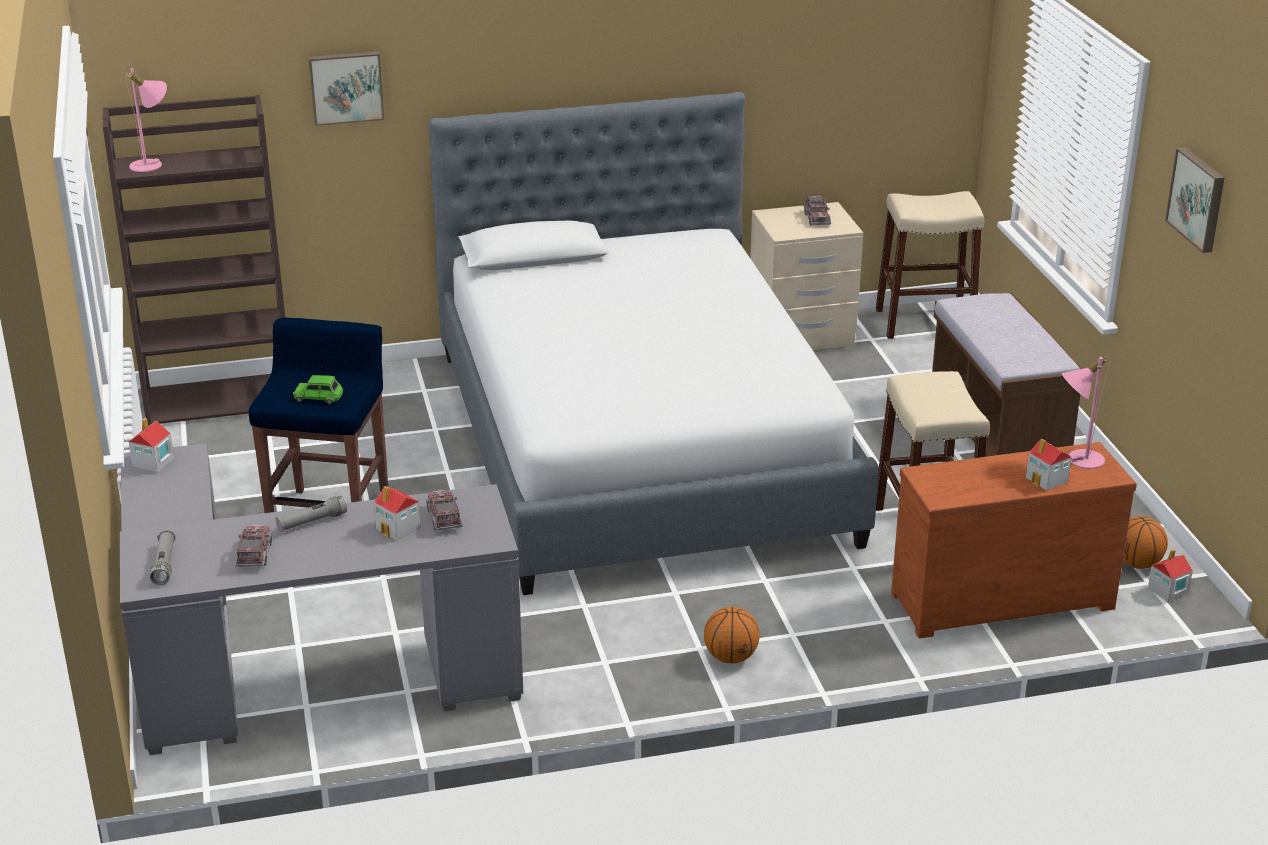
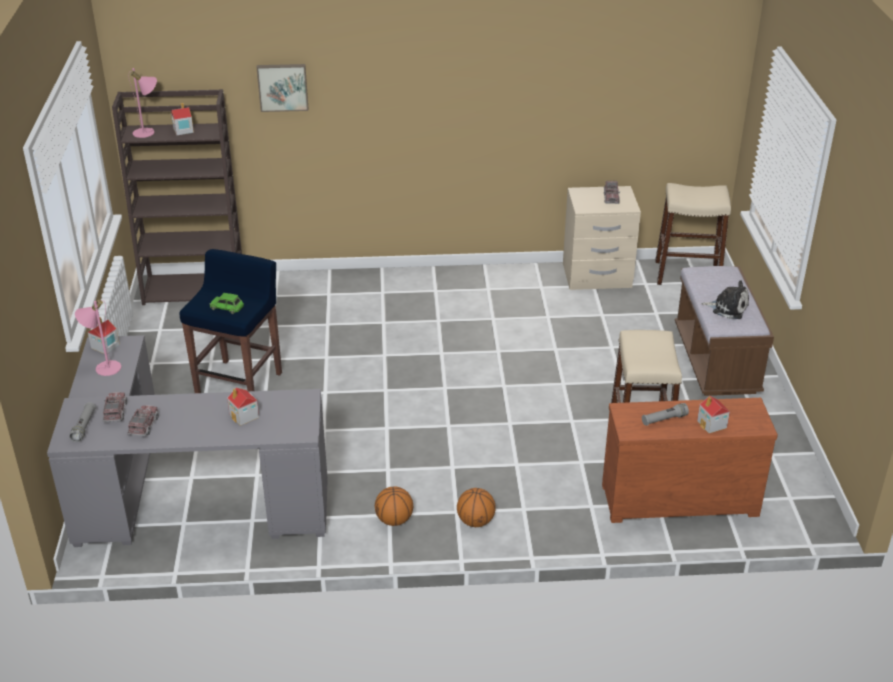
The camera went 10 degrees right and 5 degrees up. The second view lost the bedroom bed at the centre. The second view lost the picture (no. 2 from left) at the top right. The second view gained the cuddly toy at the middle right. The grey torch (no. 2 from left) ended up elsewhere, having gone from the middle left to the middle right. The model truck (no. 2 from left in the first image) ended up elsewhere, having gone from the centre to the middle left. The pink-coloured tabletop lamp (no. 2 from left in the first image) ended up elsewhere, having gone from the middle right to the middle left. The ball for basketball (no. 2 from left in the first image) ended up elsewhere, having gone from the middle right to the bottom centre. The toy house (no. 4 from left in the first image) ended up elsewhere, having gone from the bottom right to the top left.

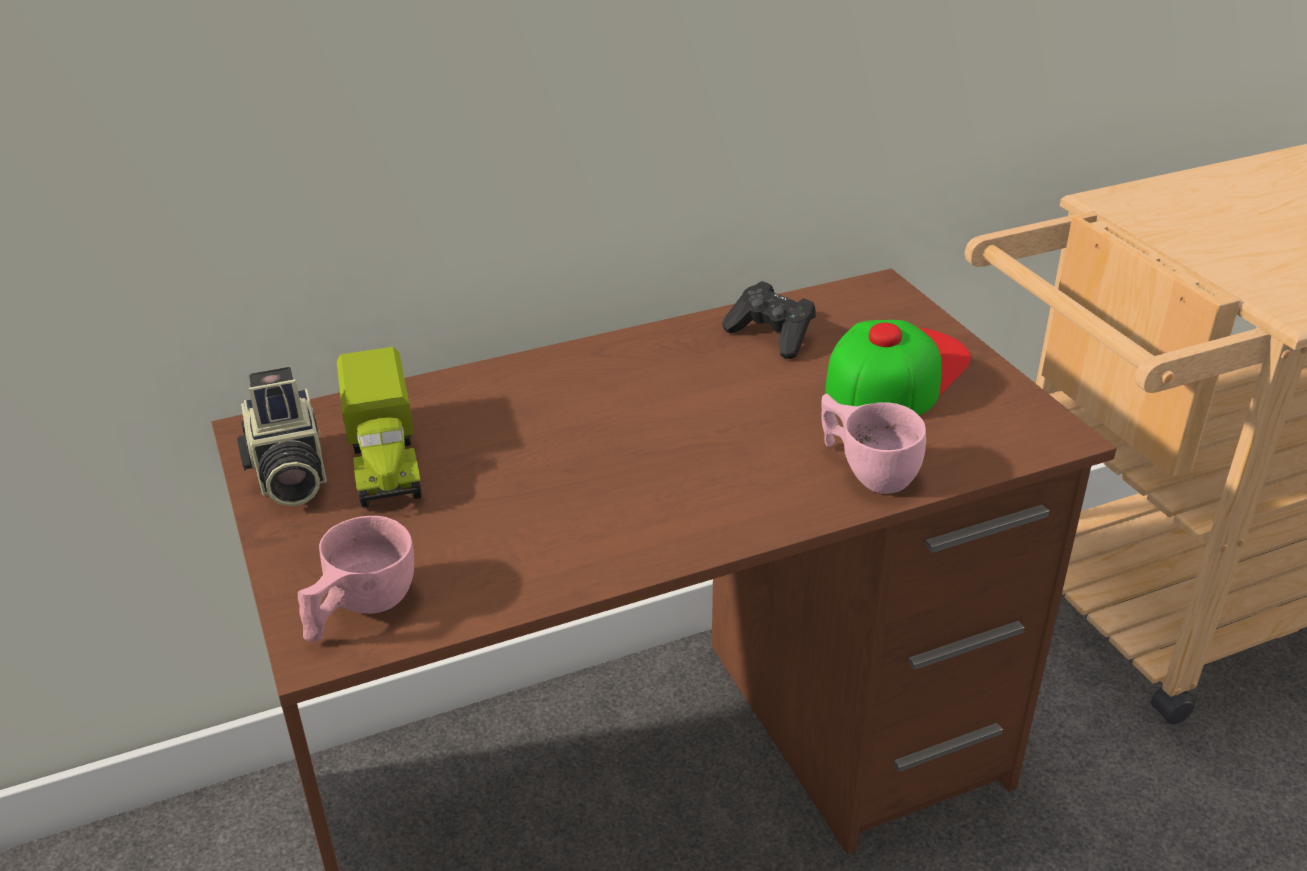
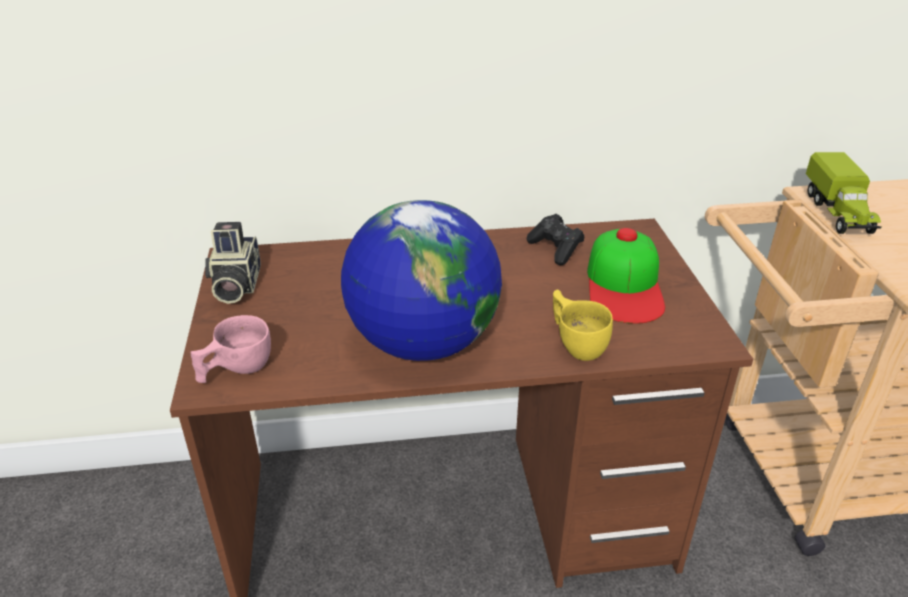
The camera went 15 degrees right and 0 degrees up. The second view gained the globe at the centre. The model truck ended up elsewhere, having gone from the middle left to the top right. What was the pink-coloured cup (no. 2 from left) at the middle right turned into the yellow cup at the centre. The cap at the middle right ended up facing another way, 135 degrees clockwise from before.

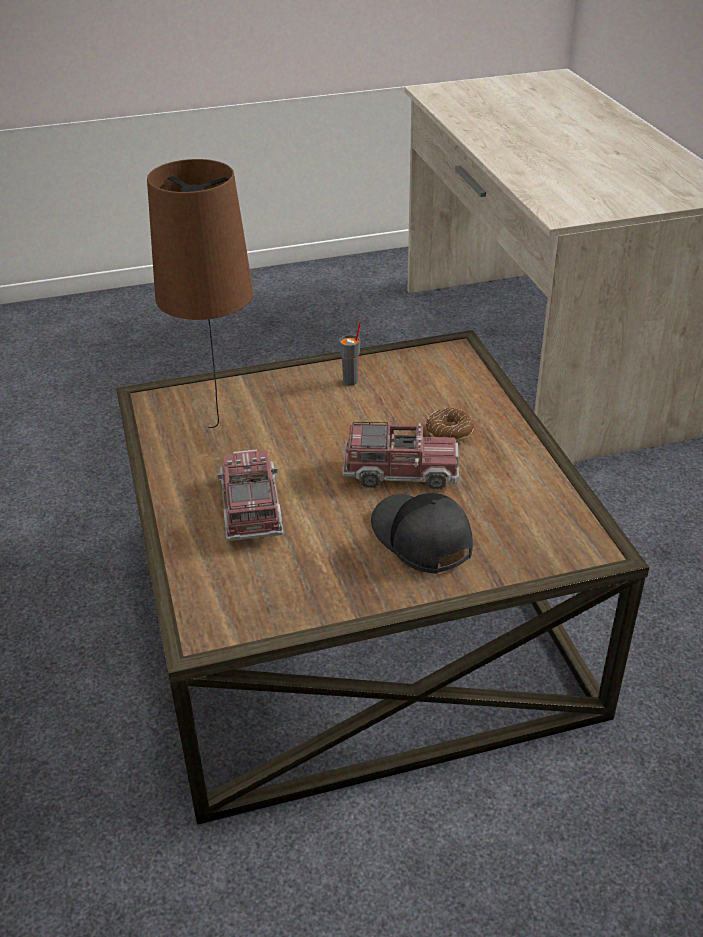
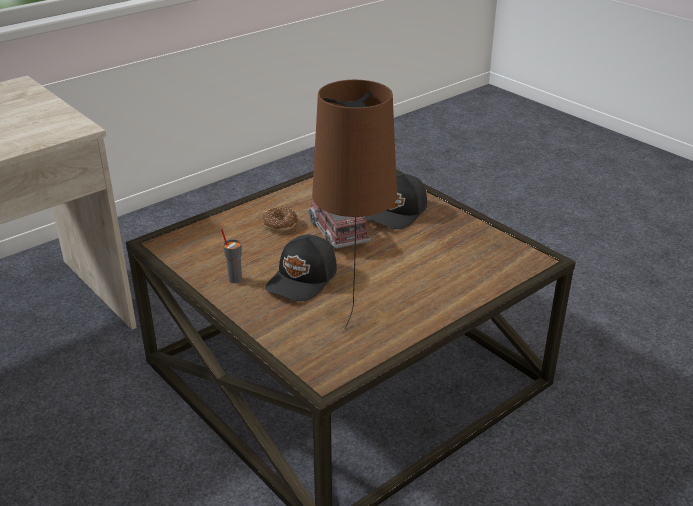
The camera went 115 degrees left and 5 degrees down. The second view lost the model truck (no. 1 from left) at the centre. The second view gained the blackish cap (no. 1 from left) at the centre.

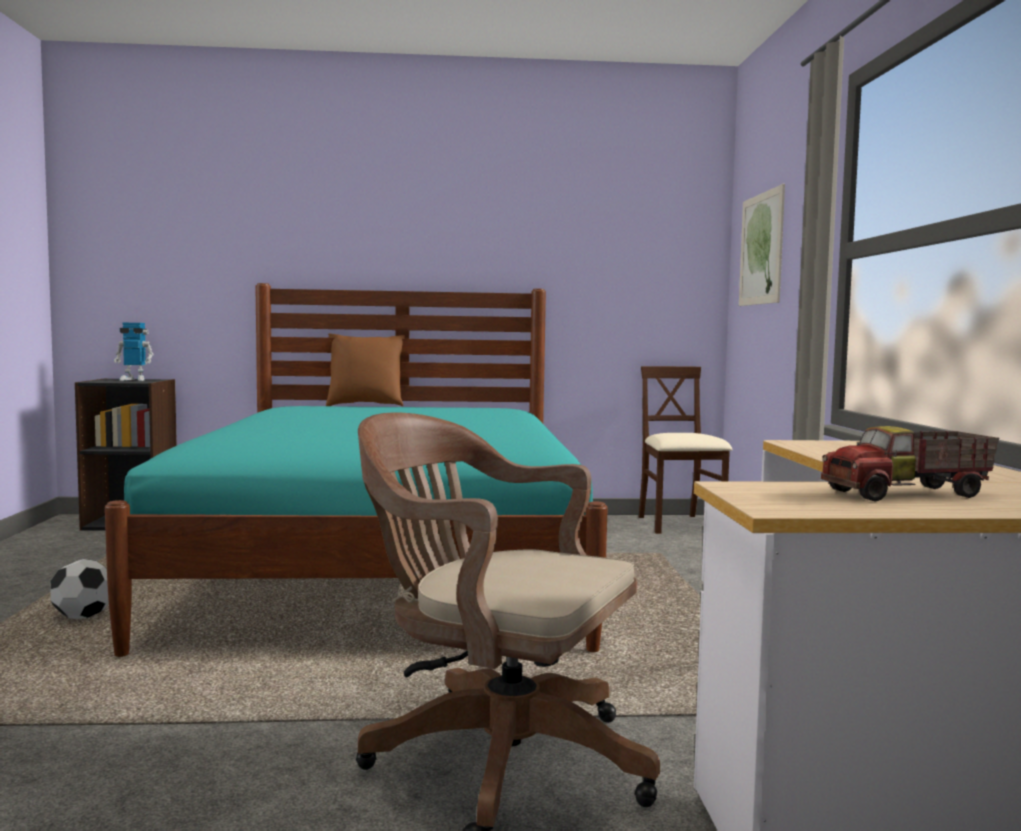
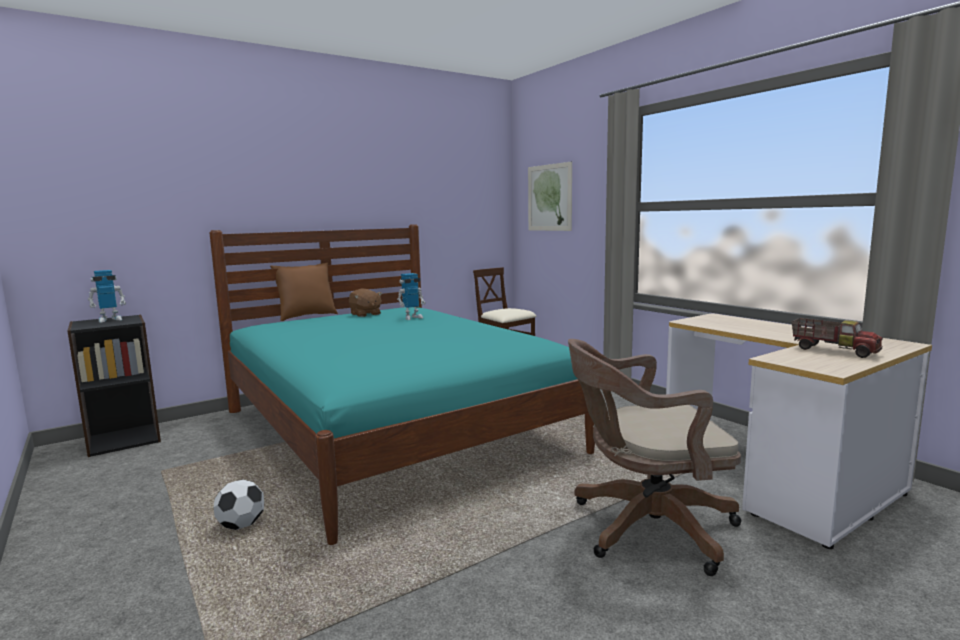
The camera went 30 degrees left and 5 degrees up. The second view gained the brown-coloured cuddly toy at the centre. The second view gained the robot figure (no. 2 from left) at the centre. The model truck at the middle right ended up facing another way, 90 degrees counterclockwise from before.

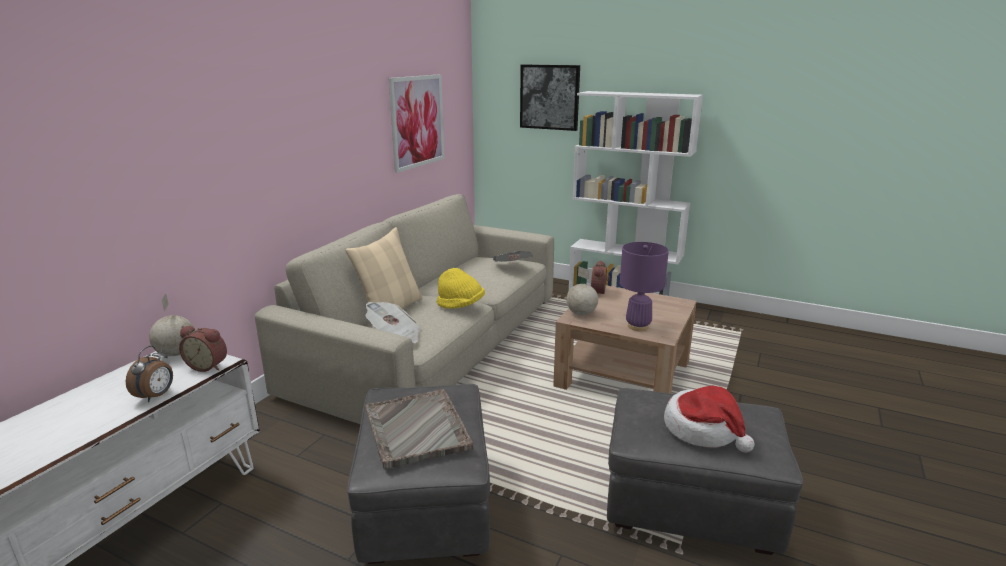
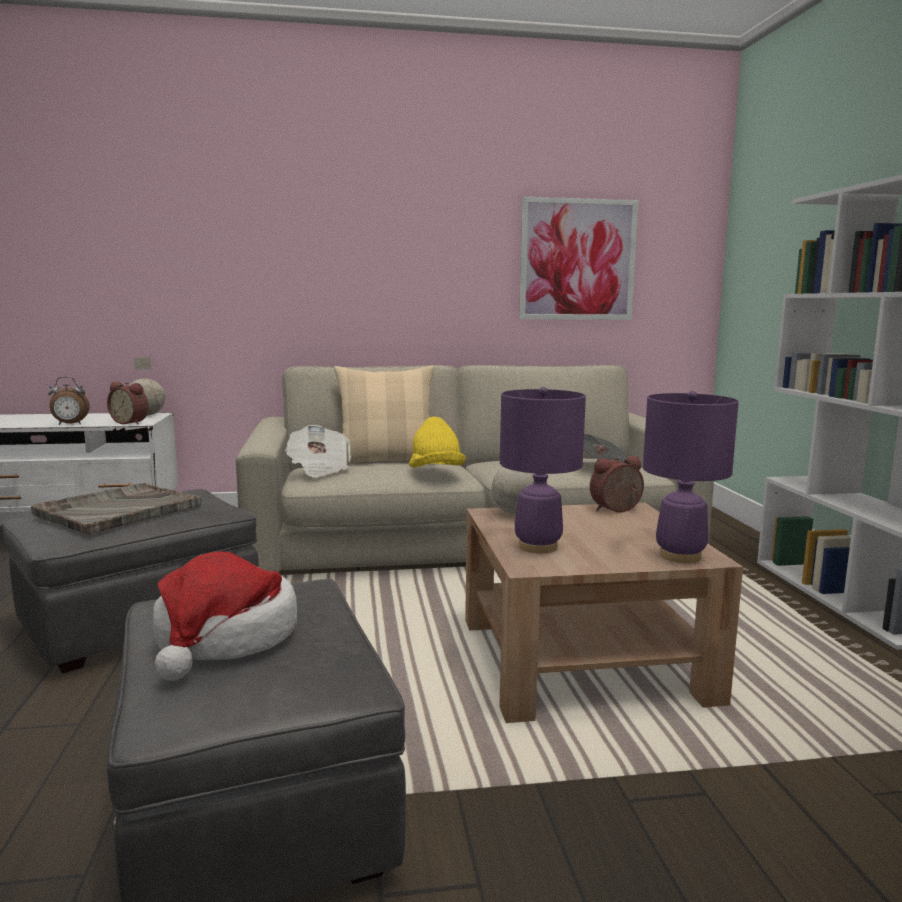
The camera went 55 degrees right and 10 degrees down. The second view lost the picture (no. 2 from left) at the top centre. The second view gained the purple tabletop lamp (no. 2 from left) at the middle right. The bedside clock (no. 2 from left) at the middle left ended up facing another way, 45 degrees counterclockwise from before.

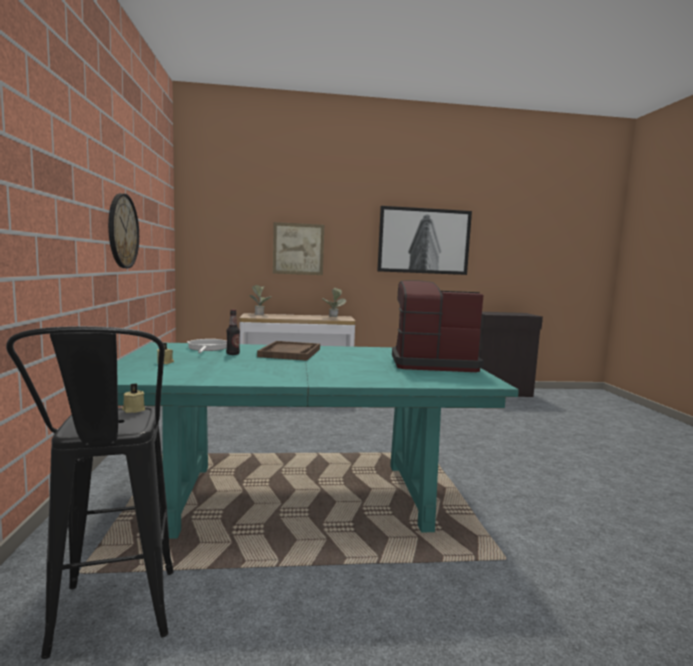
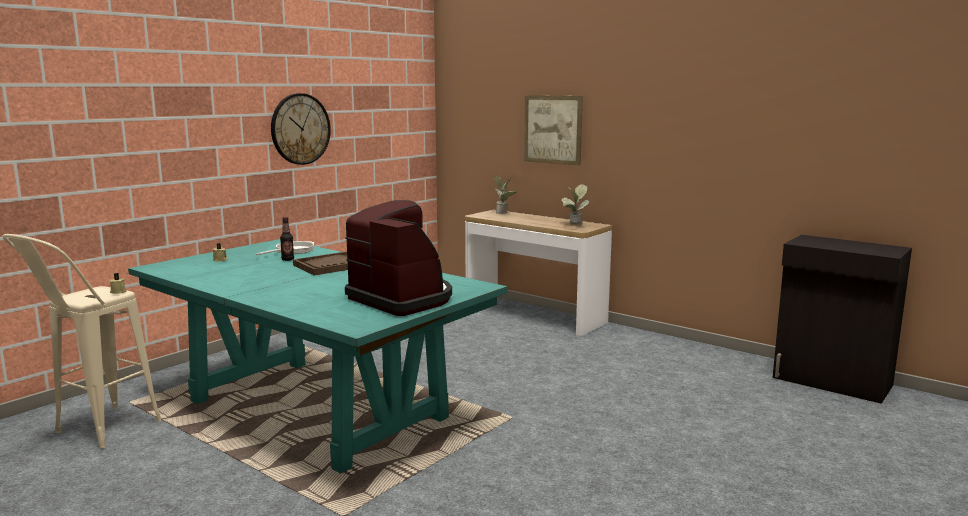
The camera went 45 degrees right and 5 degrees up. The second view lost the picture (no. 2 from left) at the centre. What was the blackish stool at the bottom left turned into the beige-coloured stool at the middle left.

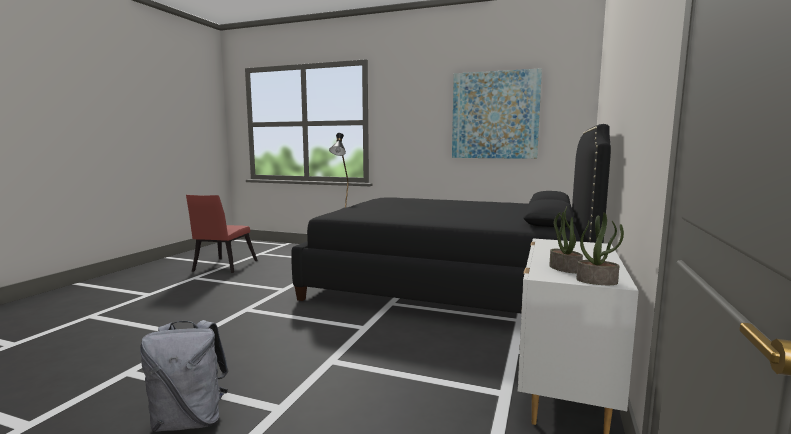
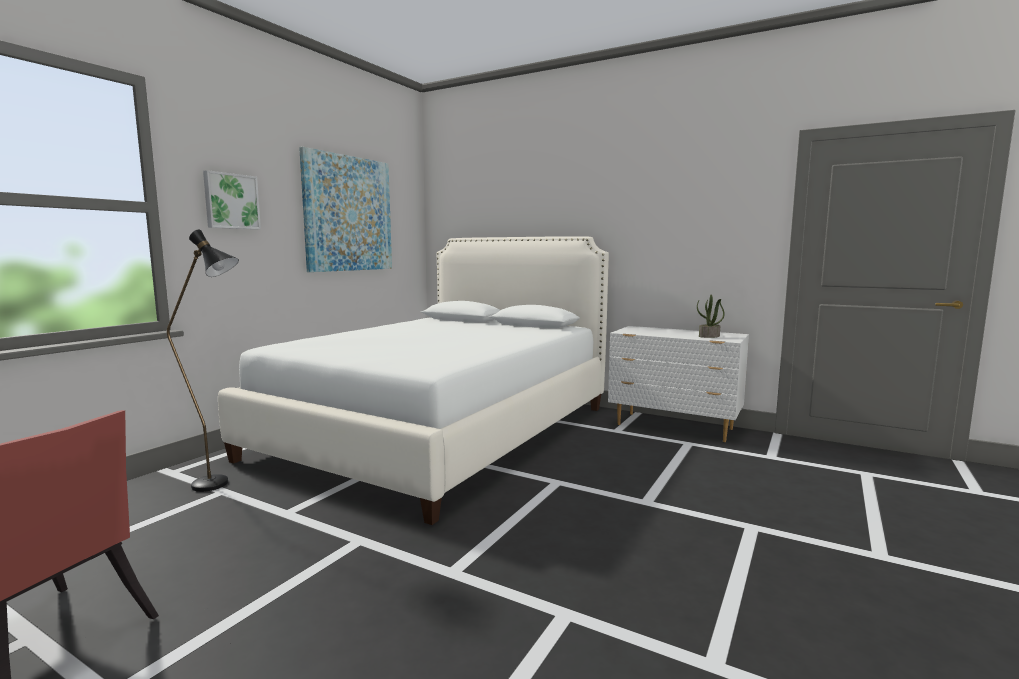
The camera went 80 degrees left and 0 degrees up. The second view lost the grey rucksack at the bottom left. The second view lost the houseplant (no. 2 from left) at the middle right. The second view gained the picture (no. 1 from left) at the top left. What was the blackish bedroom bed at the centre turned into the whitish bedroom bed at the centre.

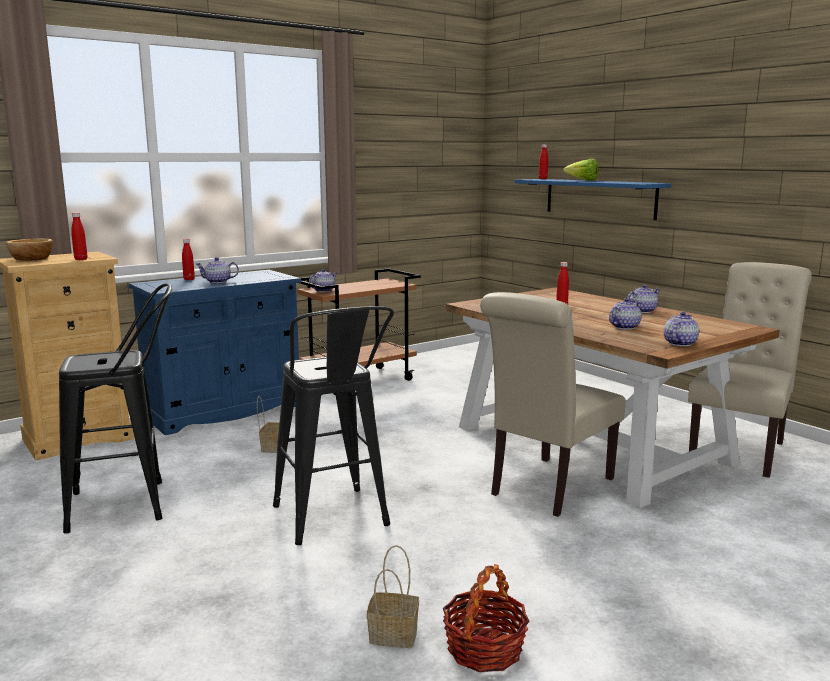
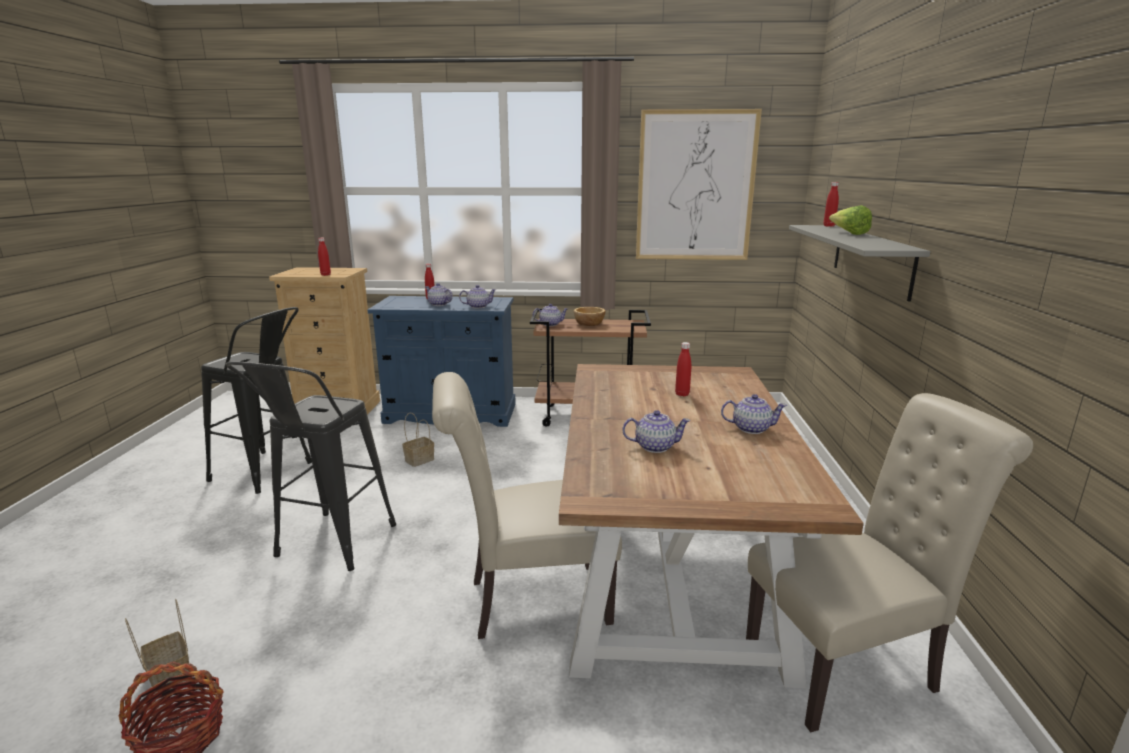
The camera went 40 degrees right and 5 degrees up. The second view gained the picture at the top centre. The deep dish ended up elsewhere, having gone from the middle left to the centre. The tea pot (no. 5 from left in the first image) ended up elsewhere, having gone from the middle right to the centre. What was the bluish wall shelf at the top right turned into the grey wall shelf at the middle right.

